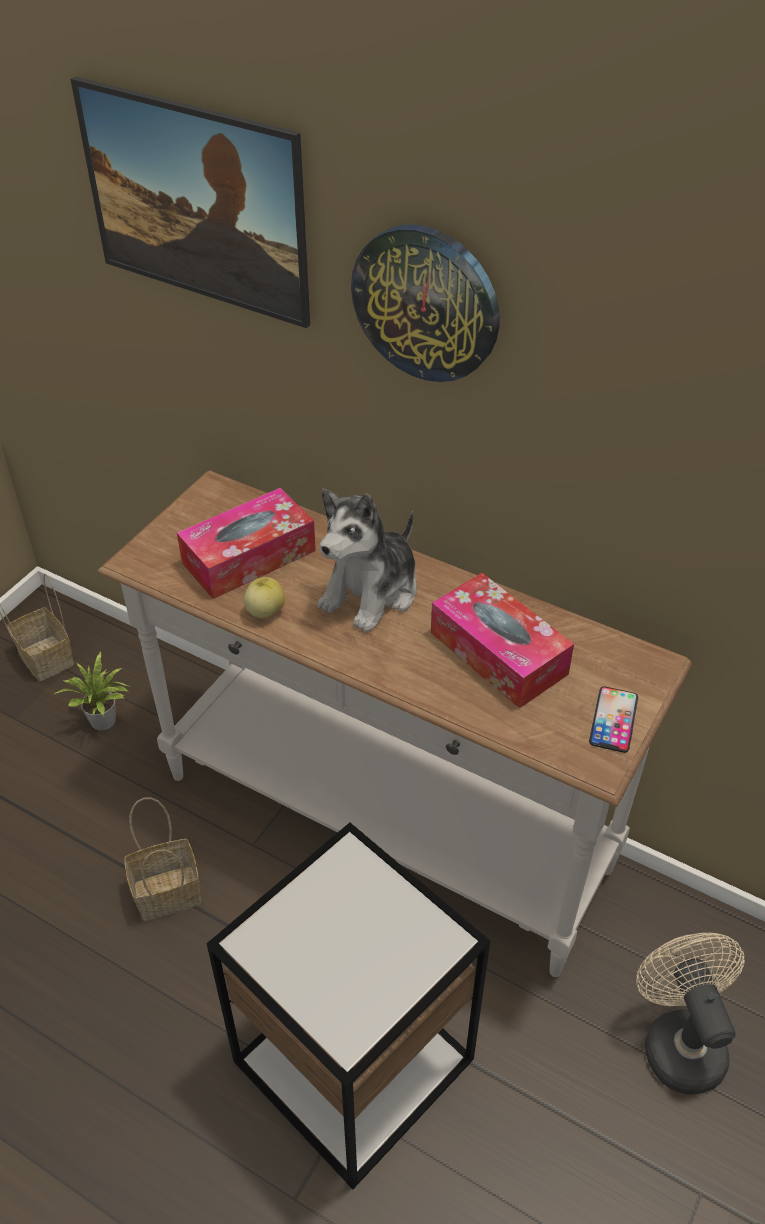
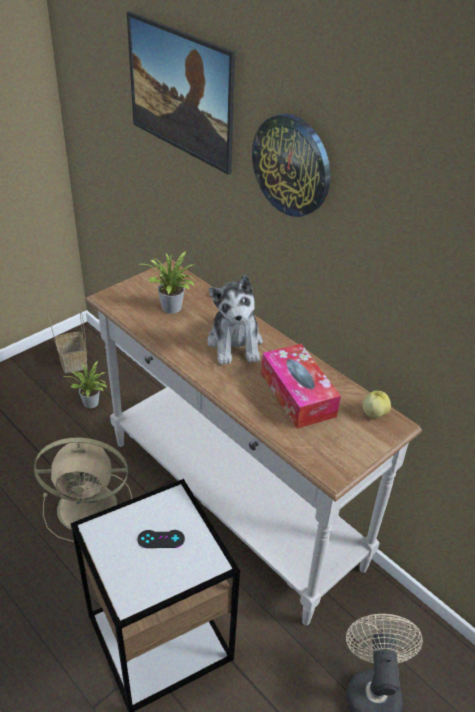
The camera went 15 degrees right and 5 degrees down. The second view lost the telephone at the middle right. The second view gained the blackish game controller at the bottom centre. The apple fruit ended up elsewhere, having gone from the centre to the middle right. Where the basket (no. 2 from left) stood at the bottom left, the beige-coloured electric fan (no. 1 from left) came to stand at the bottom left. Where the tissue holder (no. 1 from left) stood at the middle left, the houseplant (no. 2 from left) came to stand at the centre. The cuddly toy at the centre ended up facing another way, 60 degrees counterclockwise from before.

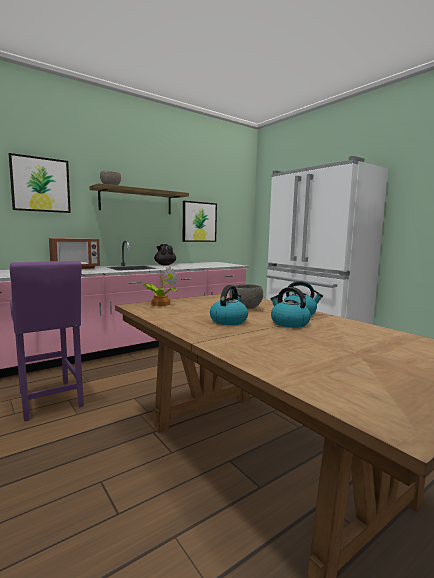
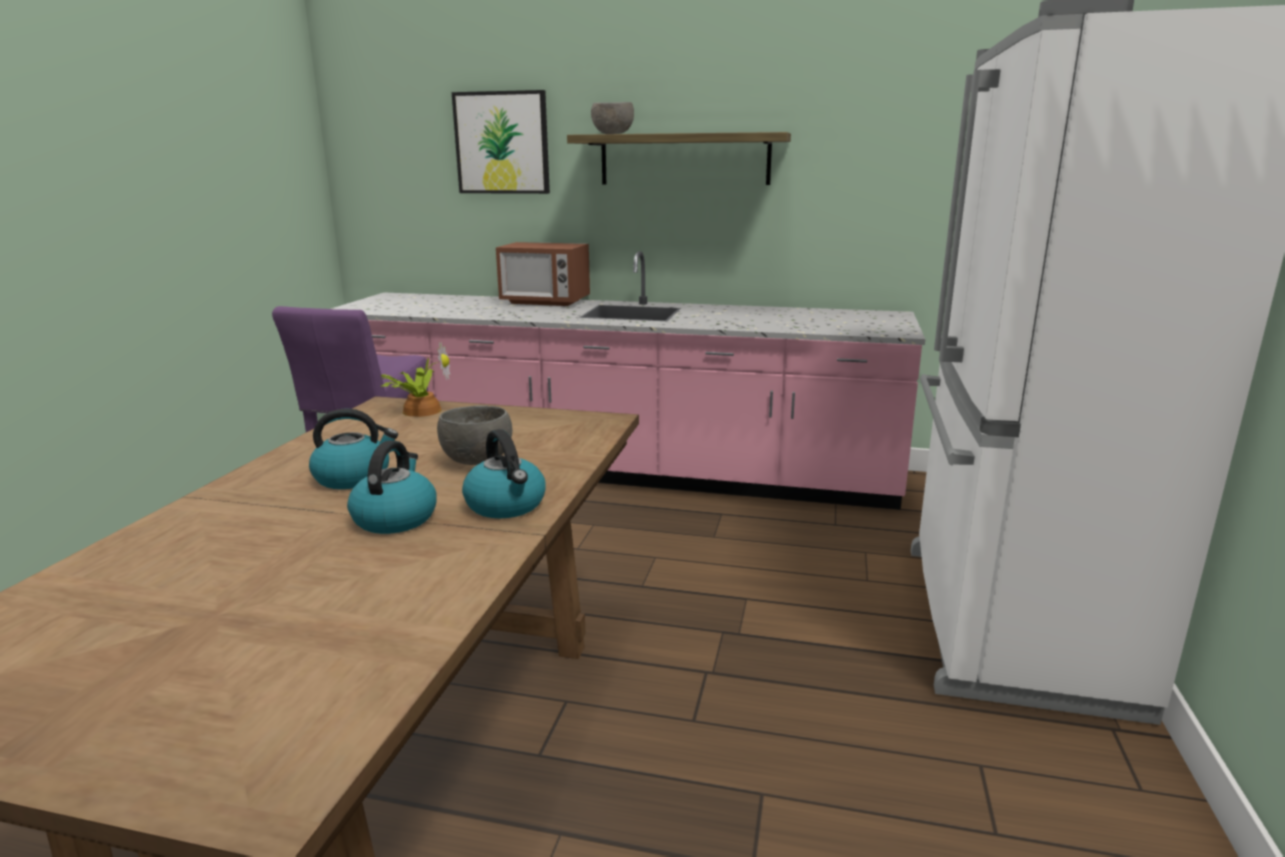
The camera went 50 degrees right and 10 degrees up. The second view lost the blackish tea pot at the centre. The second view lost the picture (no. 2 from left) at the centre.

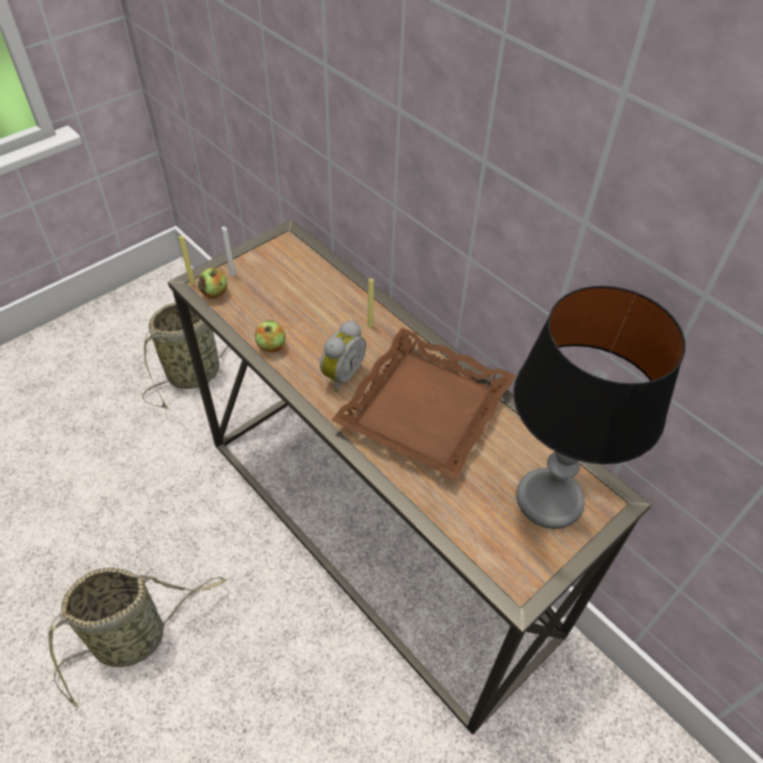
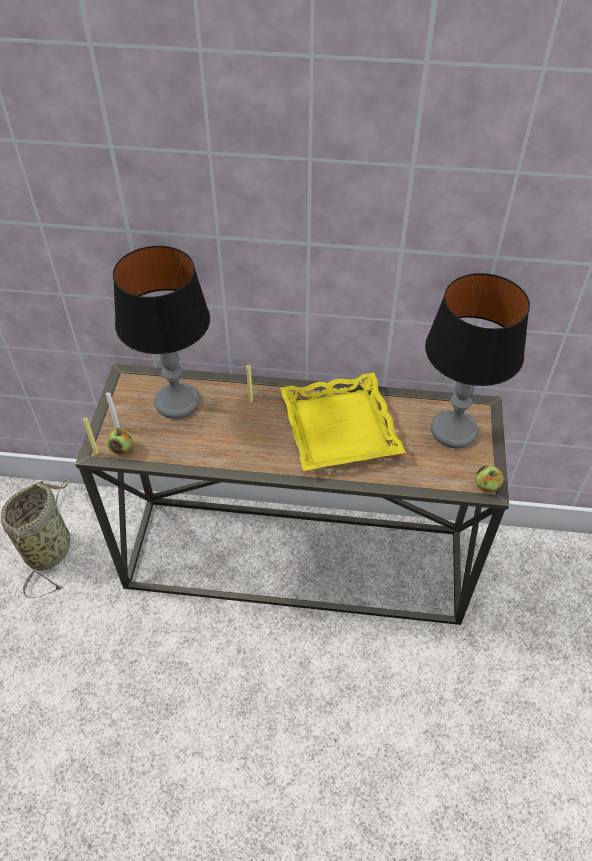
The camera went 40 degrees left and 0 degrees up. The second view lost the basket (no. 1 from left) at the bottom left. The second view lost the bedside clock at the centre. The second view gained the tabletop lamp (no. 1 from left) at the middle left. The apple fruit (no. 2 from left) ended up elsewhere, having gone from the centre to the middle right. What was the brown-coloured serving tray at the centre turned into the yellow serving tray at the centre.

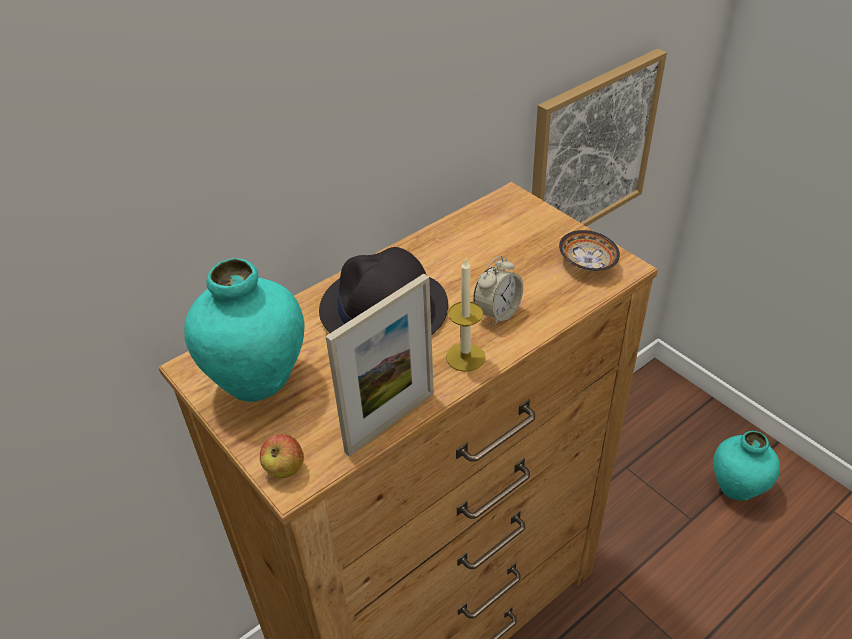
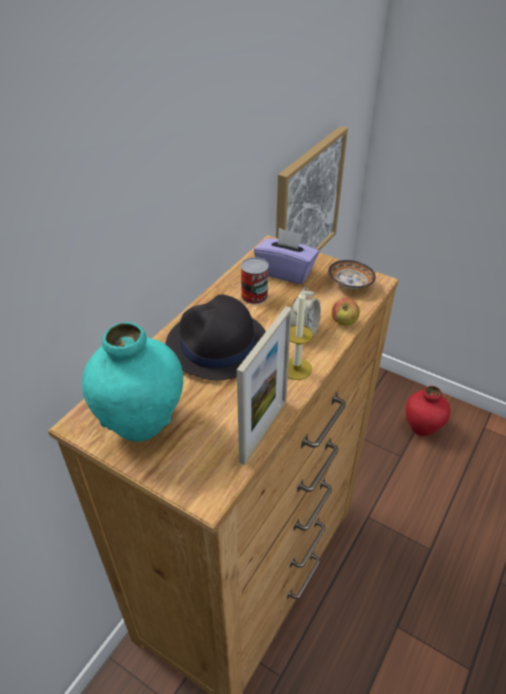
The camera went 20 degrees left and 0 degrees up. The second view gained the can at the centre. The second view gained the purple tissue holder at the centre. The apple fruit ended up elsewhere, having gone from the bottom left to the middle right. What was the turquoise decorative vase (no. 2 from left) at the bottom right turned into the reddish decorative vase at the middle right.

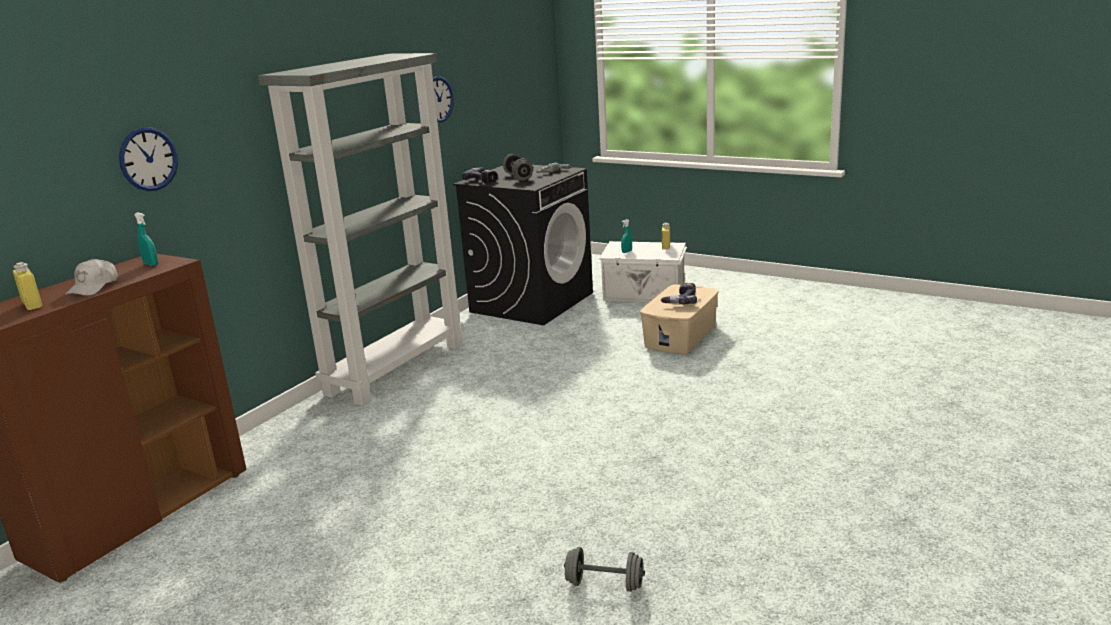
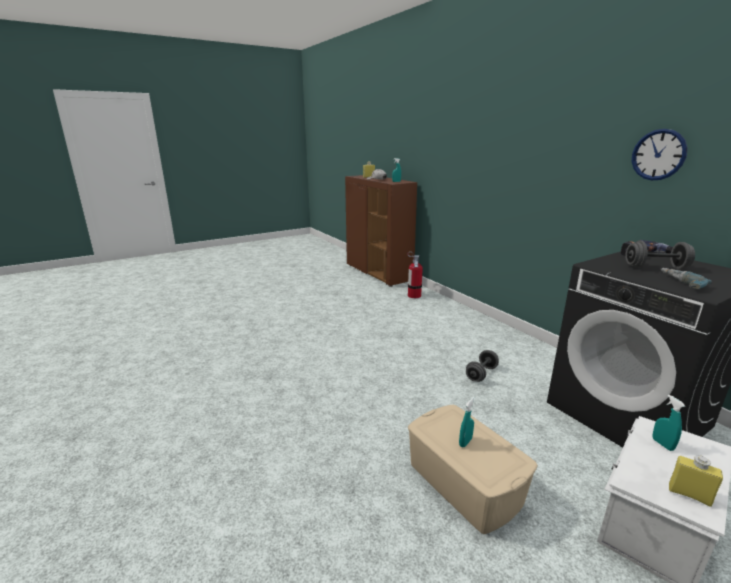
The camera went 115 degrees right and 0 degrees up. The second view lost the wall clock (no. 1 from left) at the top left. The second view lost the grey bookcase at the middle left. The second view gained the fire-fighting cylinder at the centre. The grey hand weight (no. 2 from left in the first image) ended up elsewhere, having gone from the bottom centre to the centre. Where the electric drill (no. 3 from left) stood at the centre, the turquoise hand sprayer (no. 2 from left) came to stand at the bottom centre.

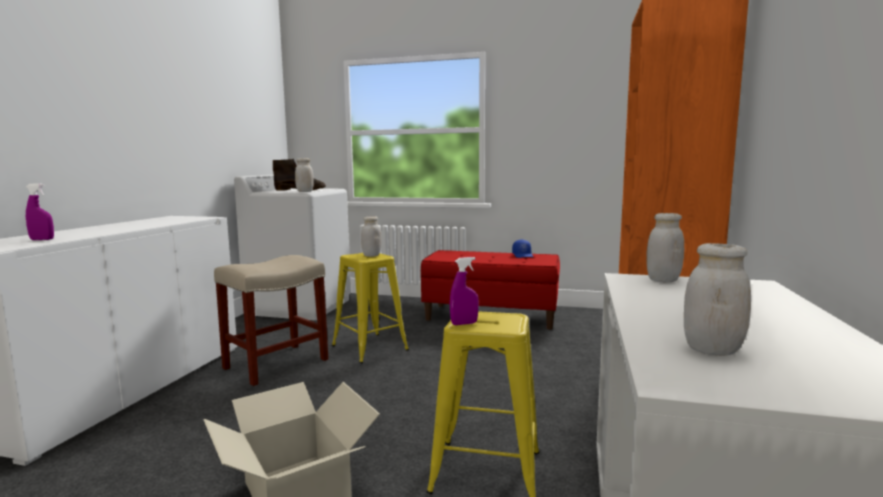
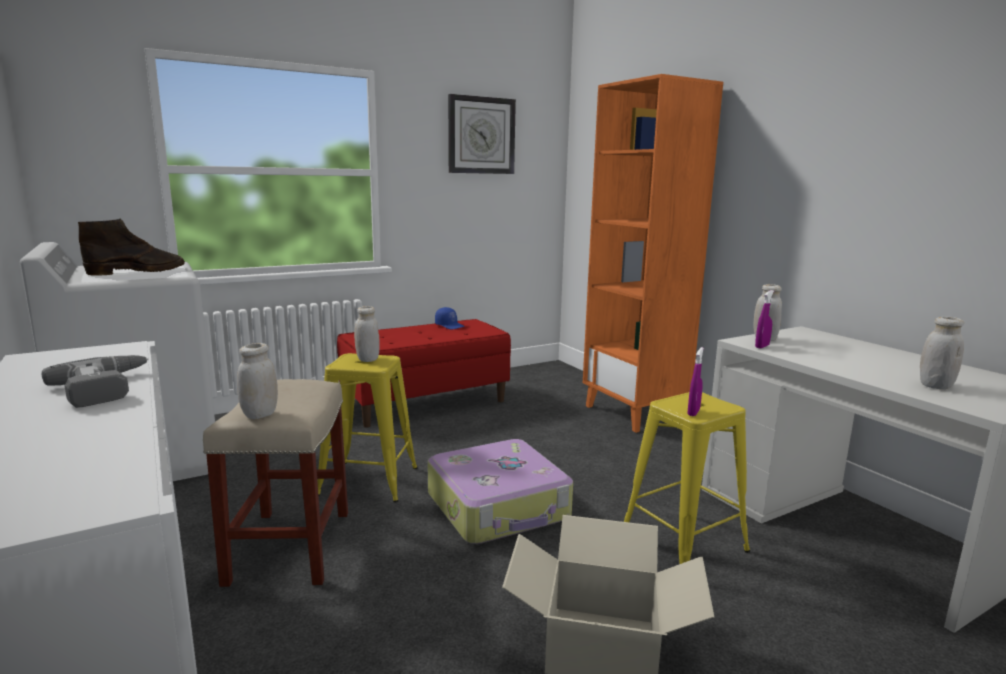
The camera went 45 degrees left and 5 degrees up. The second view gained the electric drill at the middle left. The second view gained the suitcase at the bottom centre. The second view gained the wall clock at the top centre. The purple hand sprayer (no. 1 from left in the first image) ended up elsewhere, having gone from the middle left to the middle right. The whitish storage jar (no. 1 from left) ended up elsewhere, having gone from the centre to the middle left.

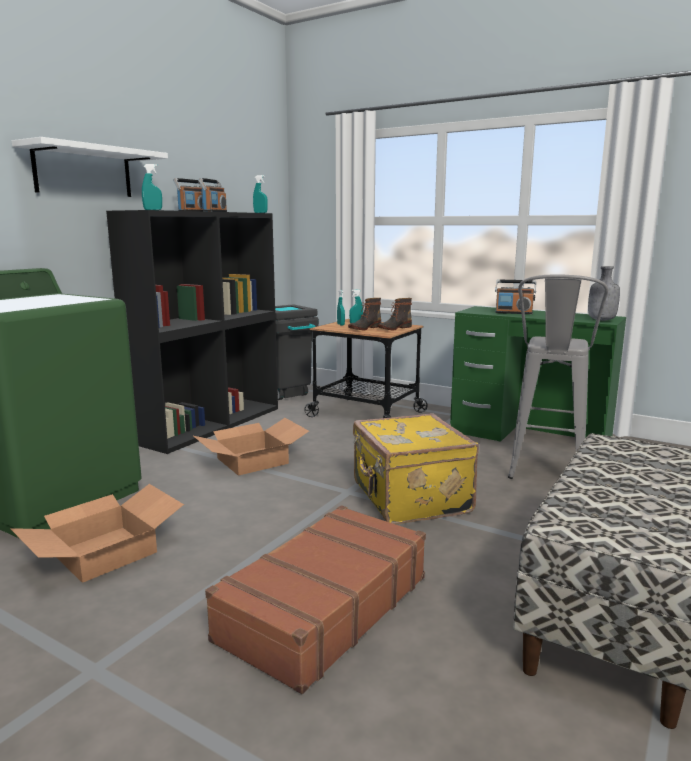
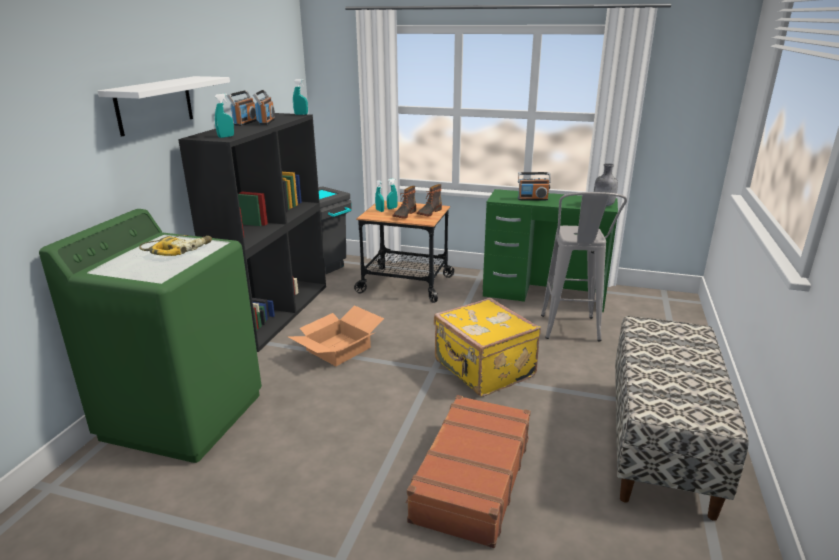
The camera went 15 degrees left and 10 degrees up. The second view lost the carton (no. 1 from left) at the bottom left. The second view gained the electric drill at the middle left.

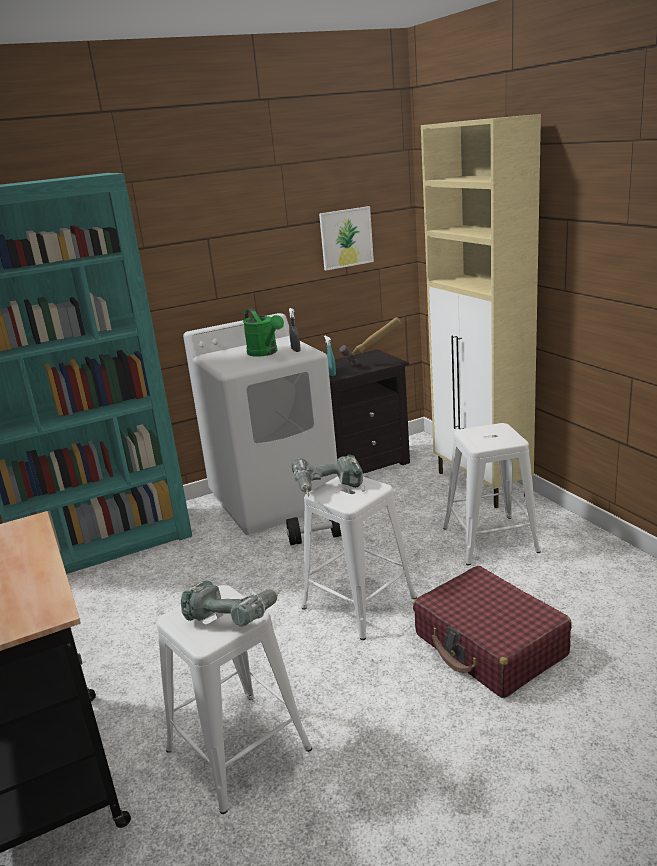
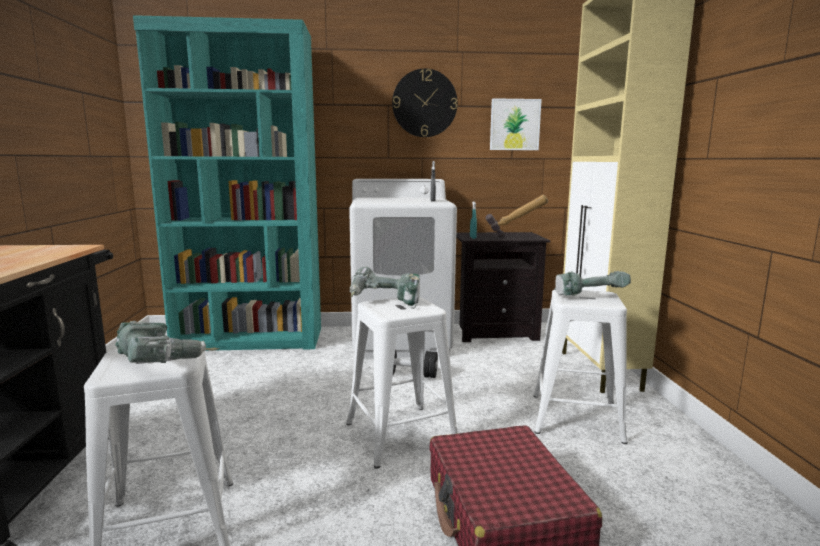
The camera went 20 degrees right and 10 degrees down. The second view lost the greenish watering pot at the centre. The second view gained the wall clock at the top centre. The second view gained the electric drill (no. 3 from left) at the middle right.

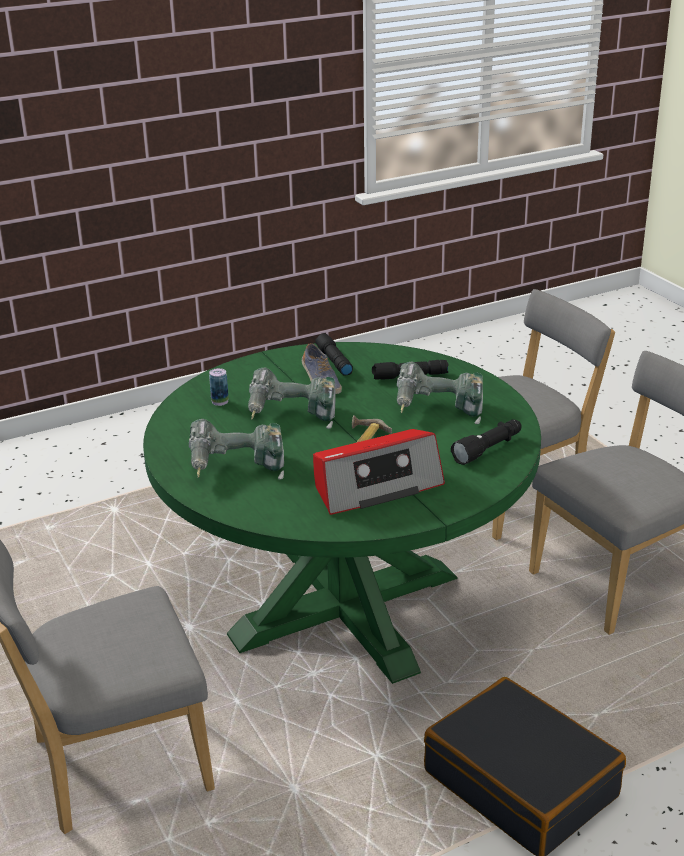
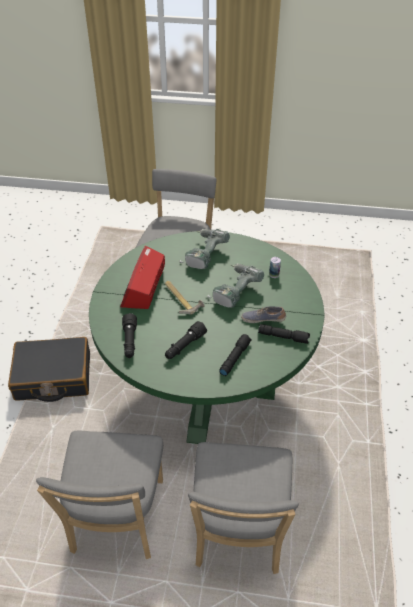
The camera went 125 degrees right and 15 degrees up. Where the electric drill (no. 3 from left) stood at the centre, the blackish torch (no. 2 from left) came to stand at the centre.

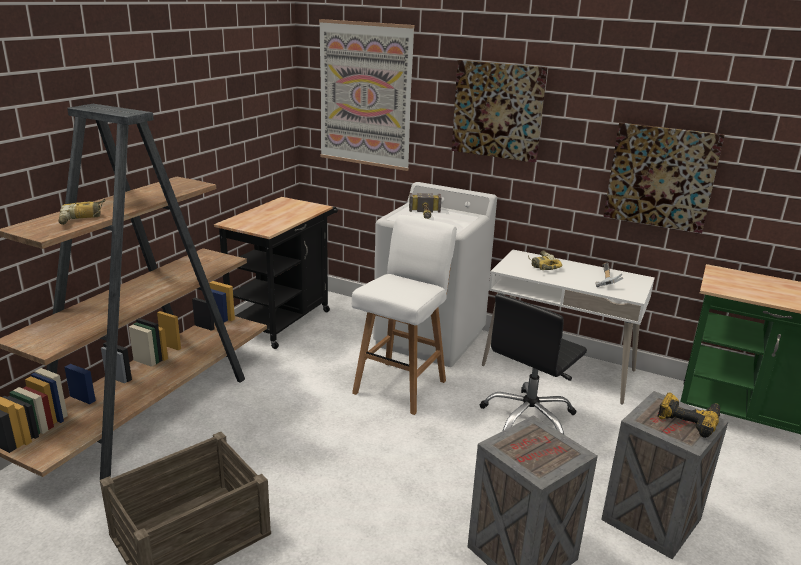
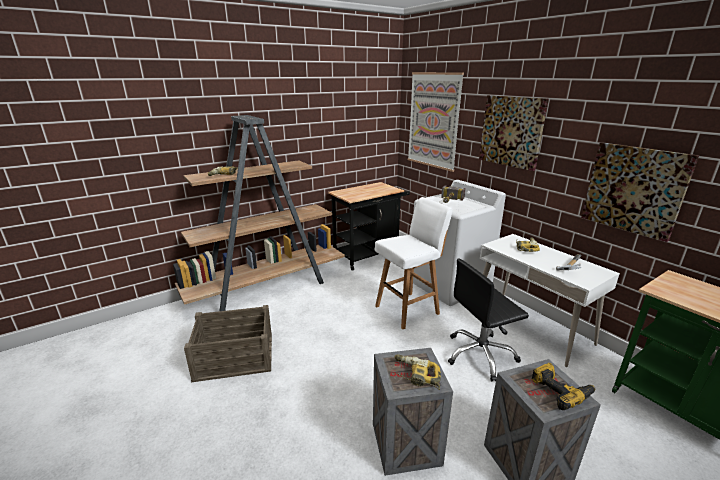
The camera went 30 degrees right and 0 degrees up. The second view gained the electric drill (no. 2 from left) at the bottom centre.

